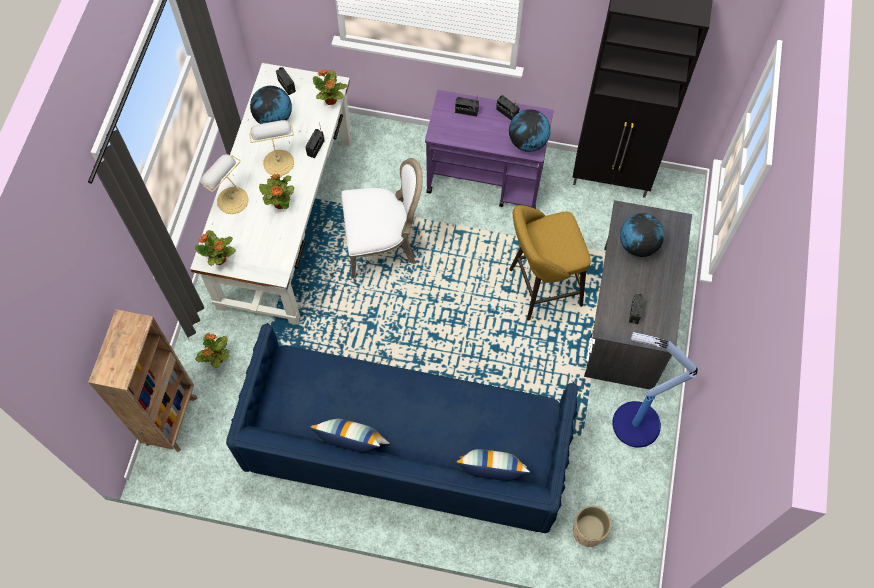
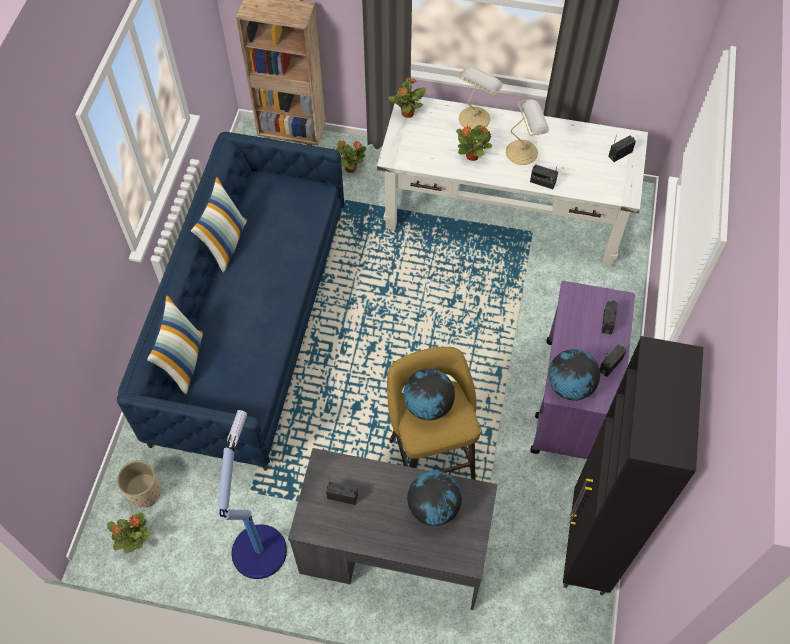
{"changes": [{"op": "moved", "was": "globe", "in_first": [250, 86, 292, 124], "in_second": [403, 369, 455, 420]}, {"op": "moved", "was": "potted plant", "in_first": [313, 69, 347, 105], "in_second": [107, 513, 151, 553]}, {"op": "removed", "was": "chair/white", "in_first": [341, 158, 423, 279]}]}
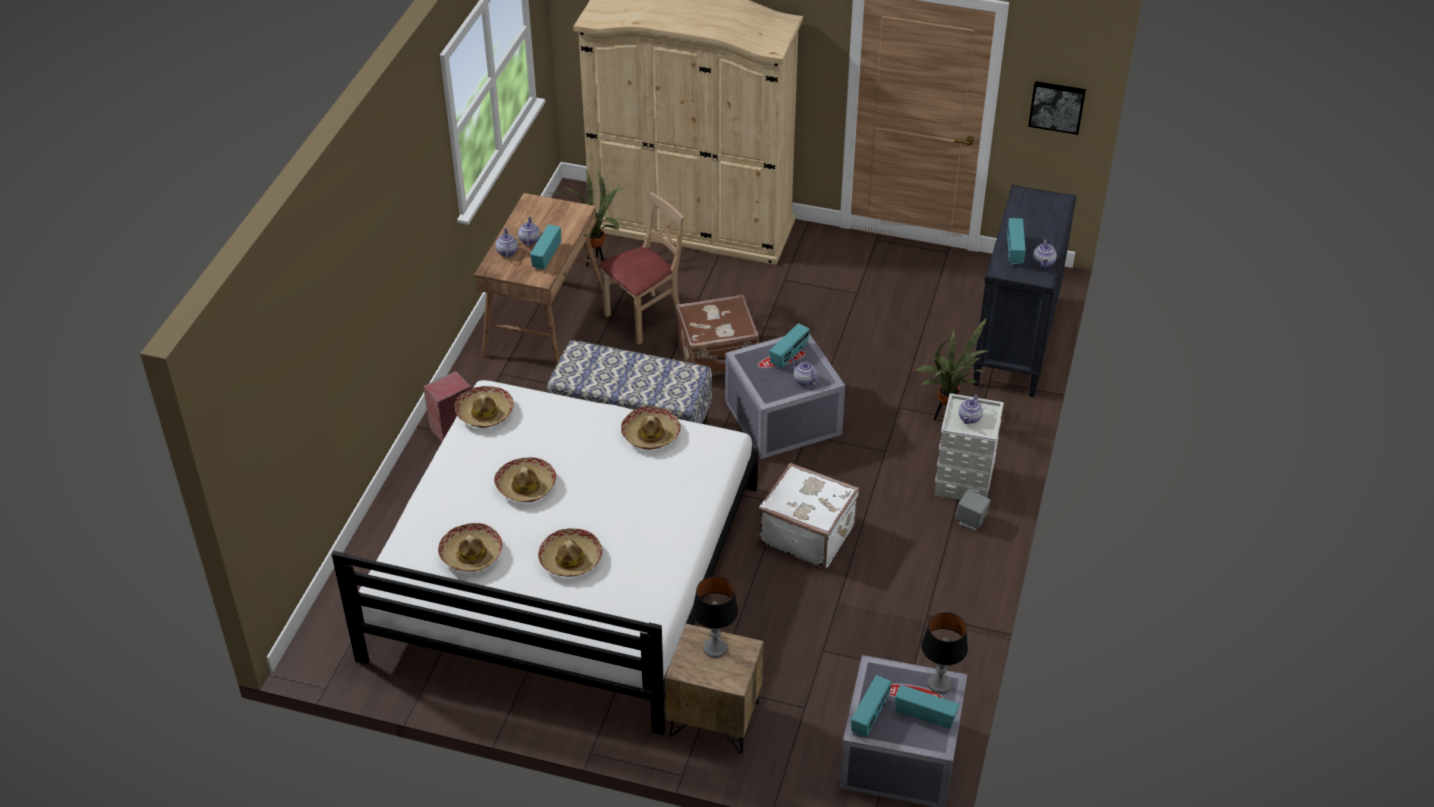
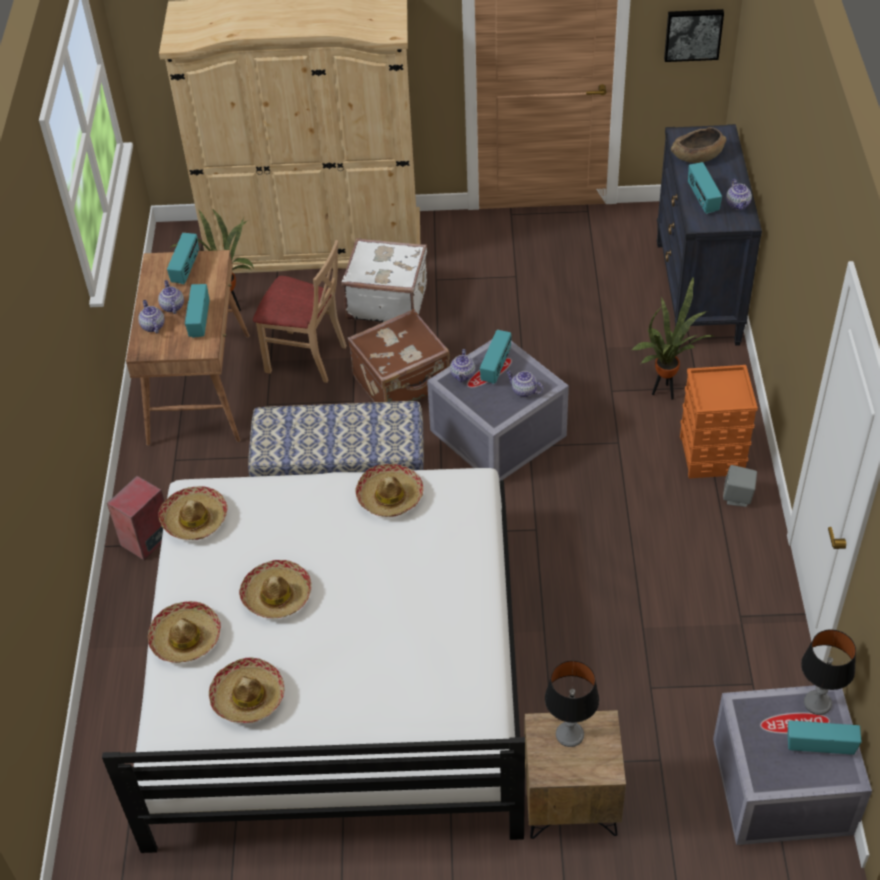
{"changes": [{"op": "moved", "was": "hat", "in_first": [538, 528, 603, 577], "in_second": [148, 601, 221, 663]}, {"op": "turned", "was": "chair/beige", "in_first": [599, 192, 684, 345], "in_second": [253, 240, 347, 383], "clockwise": 75}, {"op": "moved", "was": "suitcase/white", "in_first": [758, 463, 859, 569], "in_second": [341, 238, 427, 322]}, {"op": "moved", "was": "radio", "in_first": [851, 675, 891, 737], "in_second": [167, 233, 199, 284]}, {"op": "recoloured", "was": "storage box/grey", "now": "storage box/orange", "in_first": [934, 393, 1004, 500], "in_second": [680, 365, 758, 478]}, {"op": "moved", "was": "teapot", "in_first": [959, 394, 983, 424], "in_second": [450, 349, 476, 382]}, {"op": "added", "now": "bowl/brown", "in_second": [671, 127, 727, 163]}]}
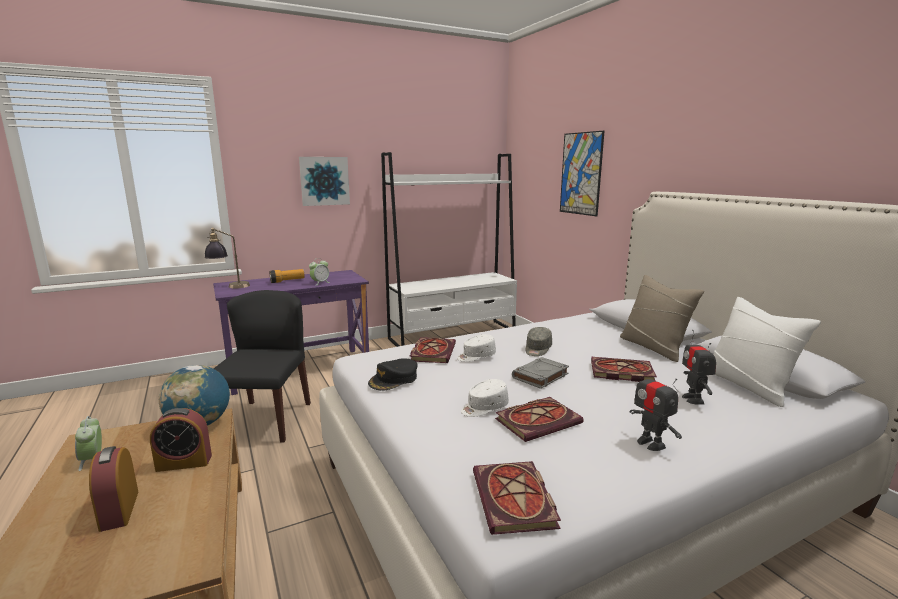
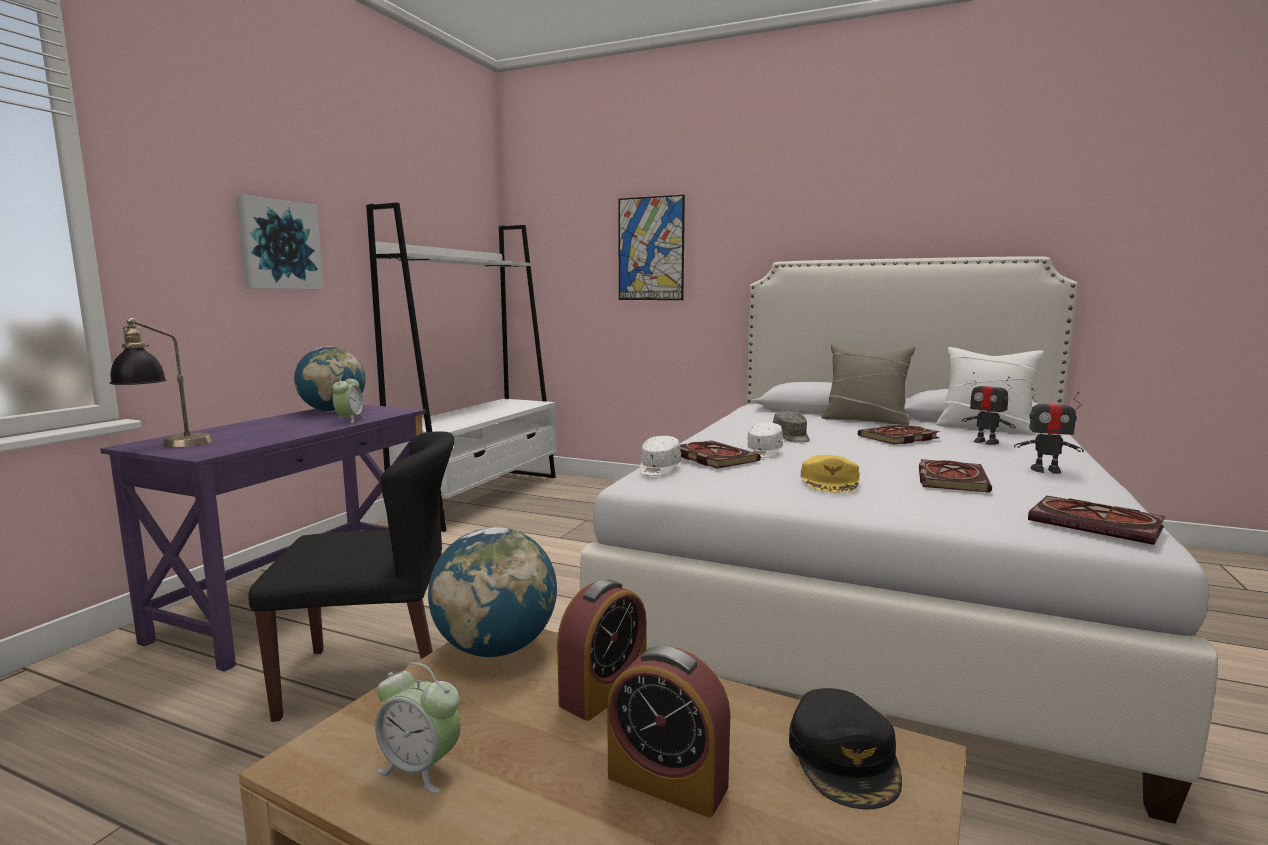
{"changes": [{"op": "turned", "was": "chair/black", "in_first": [214, 290, 311, 443], "in_second": [248, 431, 454, 722], "clockwise": 120}, {"op": "removed", "was": "flashlight", "in_first": [270, 269, 305, 283]}, {"op": "moved", "was": "cap/black", "in_first": [368, 358, 418, 391], "in_second": [789, 688, 902, 810]}, {"op": "moved", "was": "cap/white", "in_first": [461, 379, 509, 417], "in_second": [640, 436, 681, 476]}, {"op": "removed", "was": "book/grey", "in_first": [512, 357, 569, 389]}, {"op": "added", "now": "globe", "in_second": [294, 346, 366, 412]}, {"op": "added", "now": "cap/yellow", "in_second": [801, 455, 860, 493]}]}
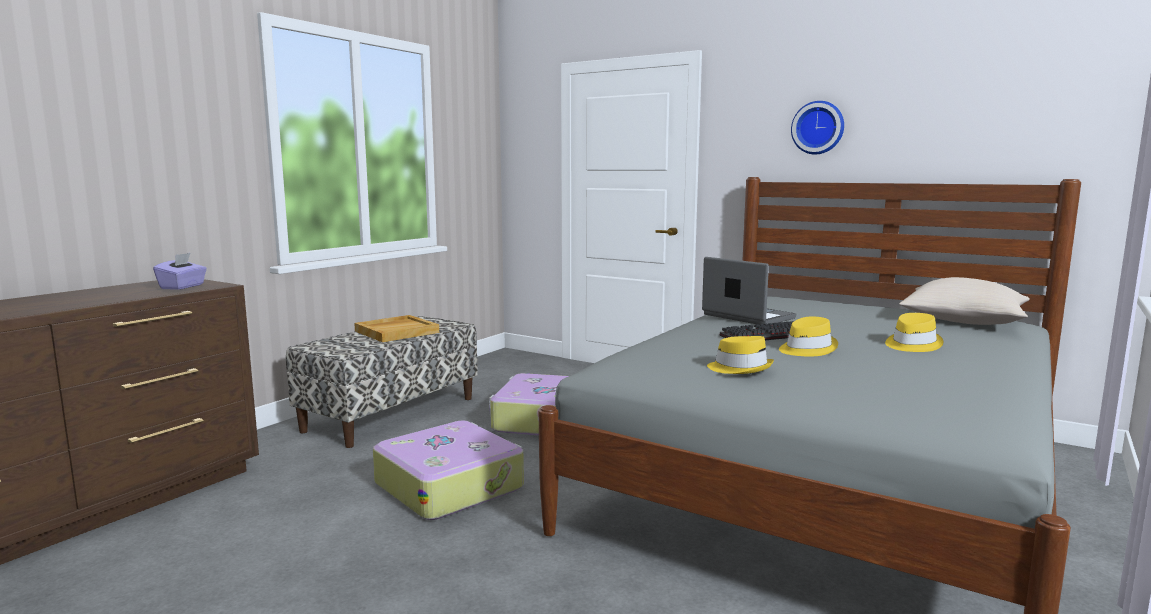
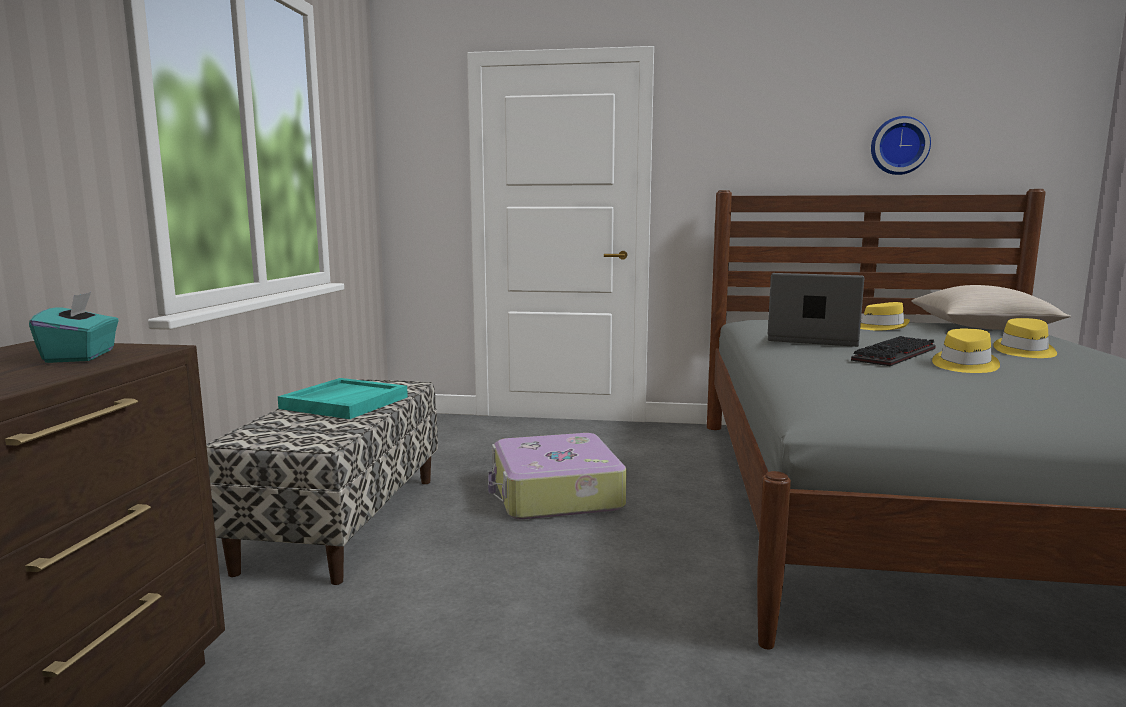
{"changes": [{"op": "recoloured", "was": "tissue box/purple", "now": "tissue box/turquoise", "in_first": [153, 253, 207, 290], "in_second": [29, 292, 119, 363]}, {"op": "recoloured", "was": "tray/beige", "now": "tray/turquoise", "in_first": [354, 315, 439, 342], "in_second": [278, 378, 408, 419]}, {"op": "removed", "was": "suitcase", "in_first": [373, 421, 524, 520]}, {"op": "moved", "was": "hat/yellow", "in_first": [707, 336, 774, 374], "in_second": [860, 302, 910, 330]}, {"op": "moved", "was": "wall clock", "in_first": [791, 101, 844, 154], "in_second": [871, 116, 931, 175]}]}
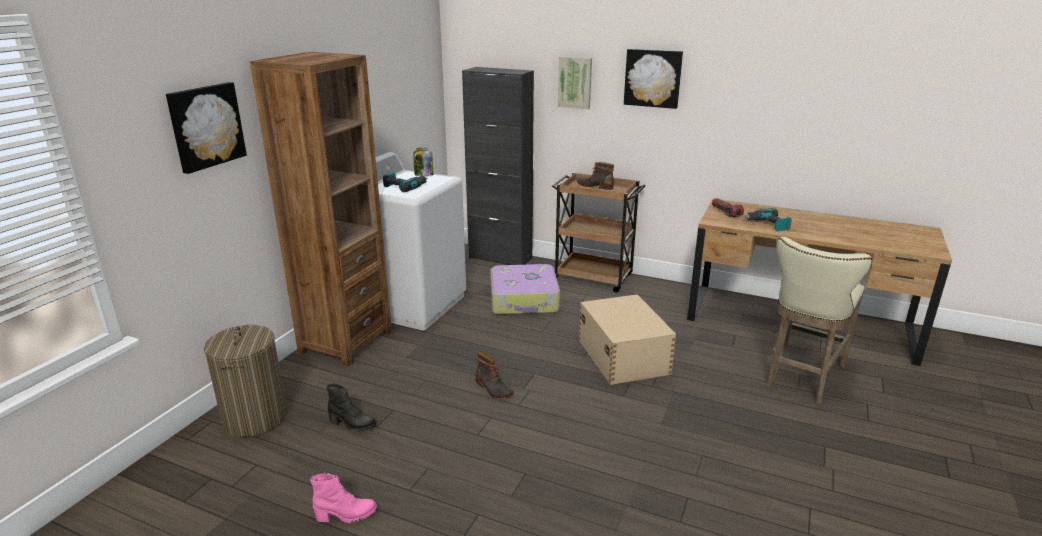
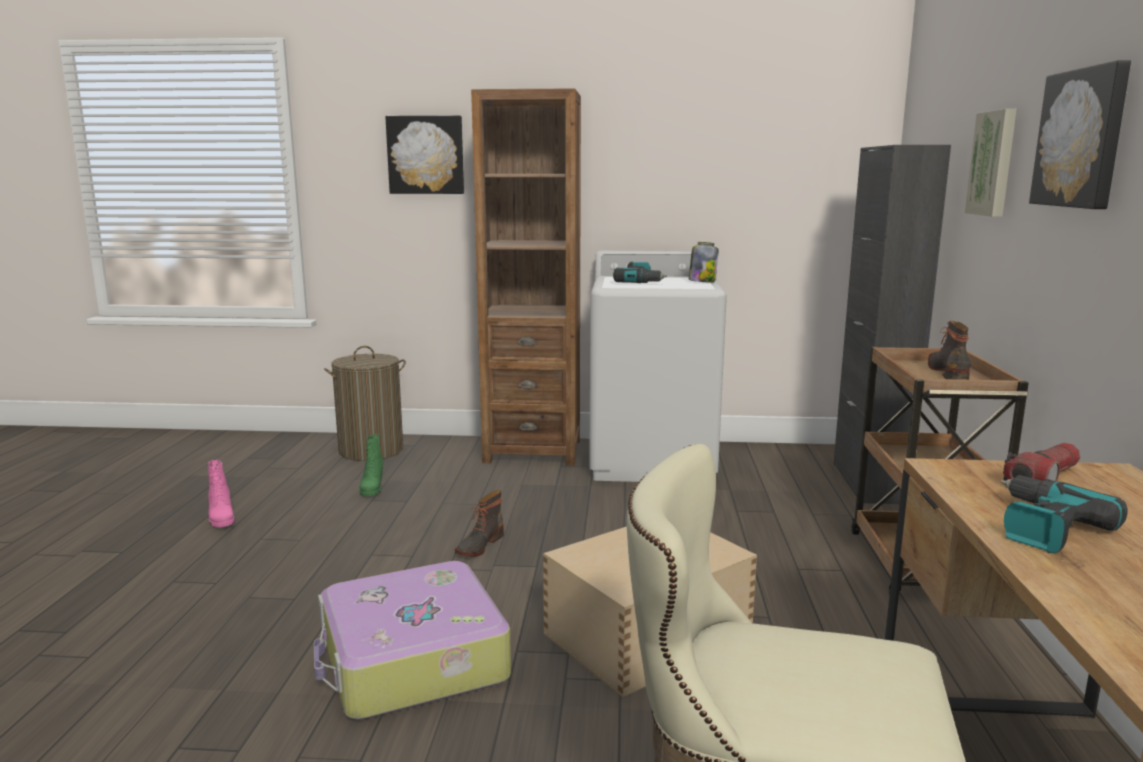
{"changes": [{"op": "recoloured", "was": "boot/black", "now": "boot/green", "in_first": [326, 384, 376, 432], "in_second": [359, 435, 383, 496]}, {"op": "moved", "was": "suitcase", "in_first": [490, 264, 560, 315], "in_second": [314, 561, 511, 719]}]}
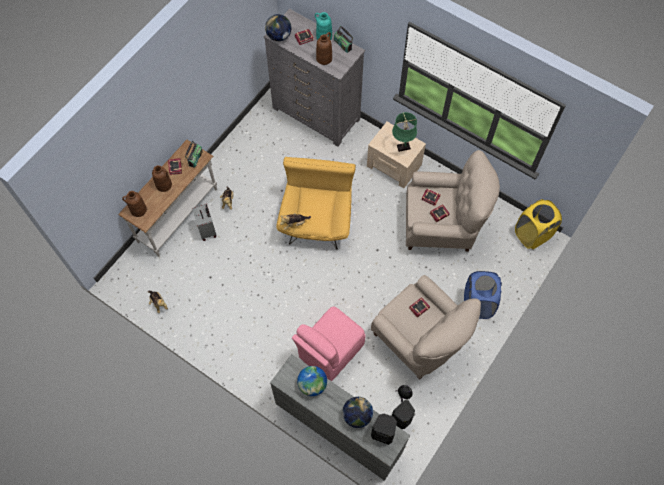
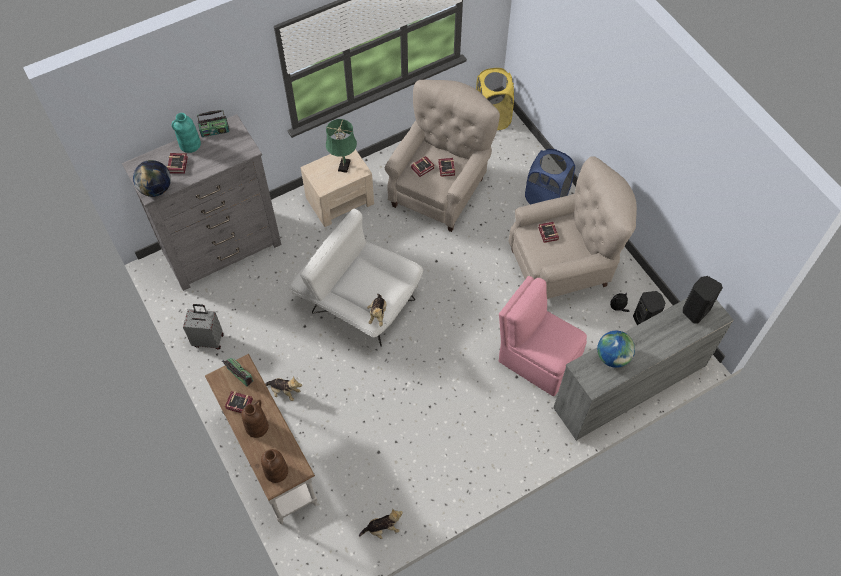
{"changes": [{"op": "moved", "was": "suitcase/grey", "in_first": [192, 204, 216, 241], "in_second": [183, 304, 224, 350]}, {"op": "recoloured", "was": "armchair/yellow", "now": "armchair/white", "in_first": [276, 157, 356, 249], "in_second": [290, 209, 423, 347]}, {"op": "turned", "was": "chair/pink", "in_first": [292, 307, 366, 381], "in_second": [499, 276, 587, 396], "clockwise": 150}, {"op": "removed", "was": "vase/brown", "in_first": [316, 32, 332, 65]}, {"op": "removed", "was": "globe", "in_first": [343, 397, 373, 428]}]}
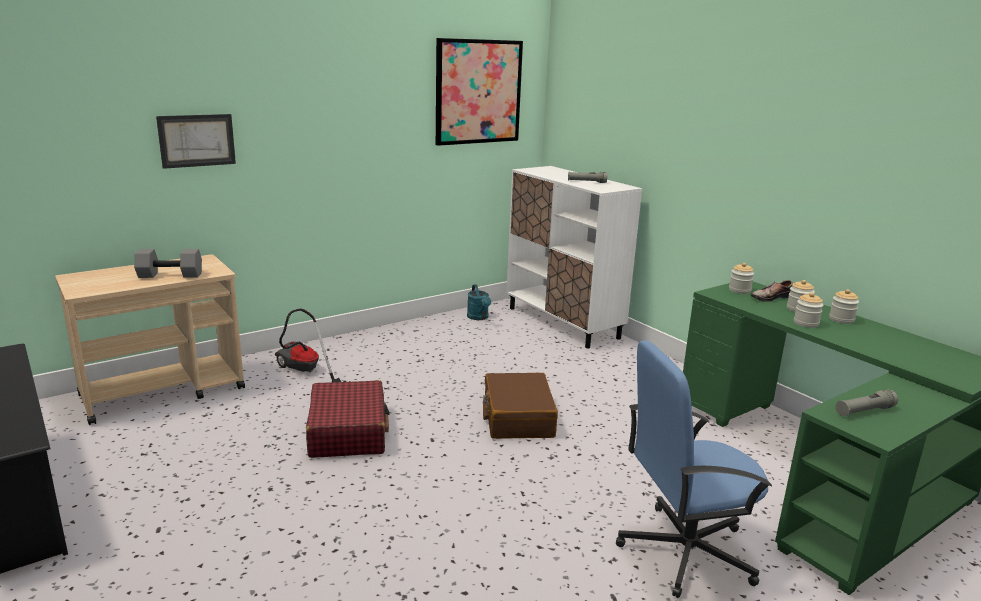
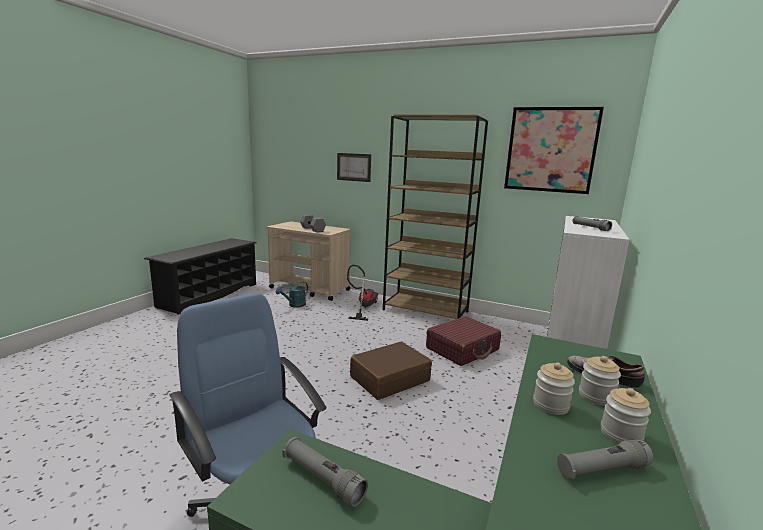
{"changes": [{"op": "moved", "was": "suitcase/red", "in_first": [306, 380, 390, 458], "in_second": [426, 316, 501, 366]}, {"op": "moved", "was": "watering can/turquoise", "in_first": [467, 284, 491, 320], "in_second": [276, 282, 308, 308]}, {"op": "removed", "was": "jar", "in_first": [729, 263, 754, 294]}, {"op": "added", "now": "bookcase/brown", "in_second": [383, 114, 488, 319]}, {"op": "added", "now": "flashlight/grey", "in_second": [557, 439, 653, 479]}]}
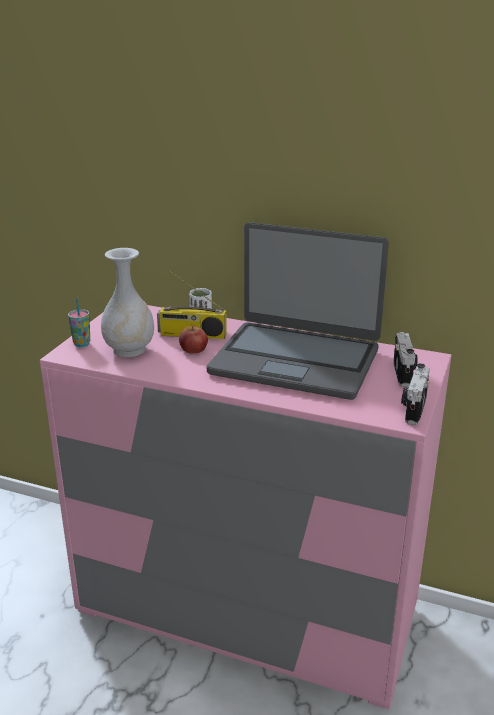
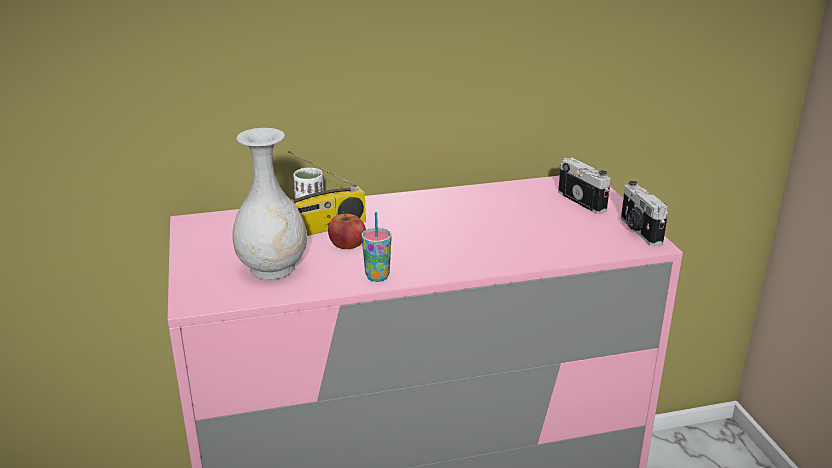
{"changes": [{"op": "moved", "was": "cup", "in_first": [68, 298, 90, 347], "in_second": [362, 212, 392, 282]}, {"op": "removed", "was": "laptop", "in_first": [207, 222, 389, 400]}]}
